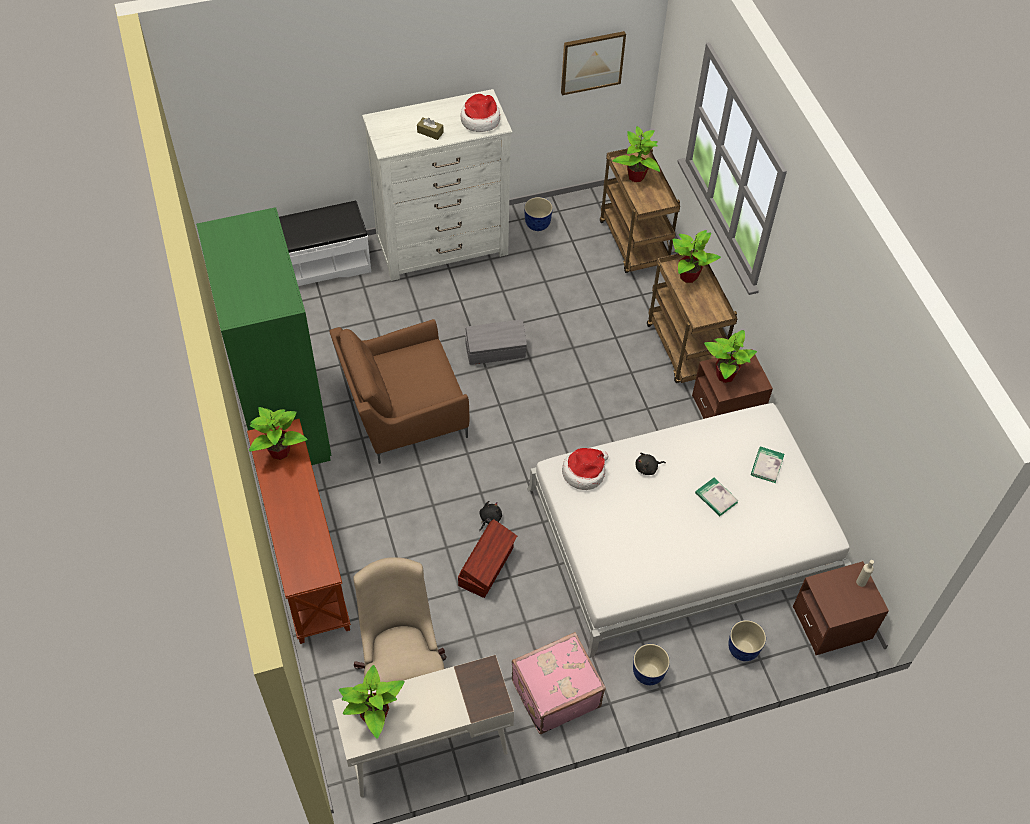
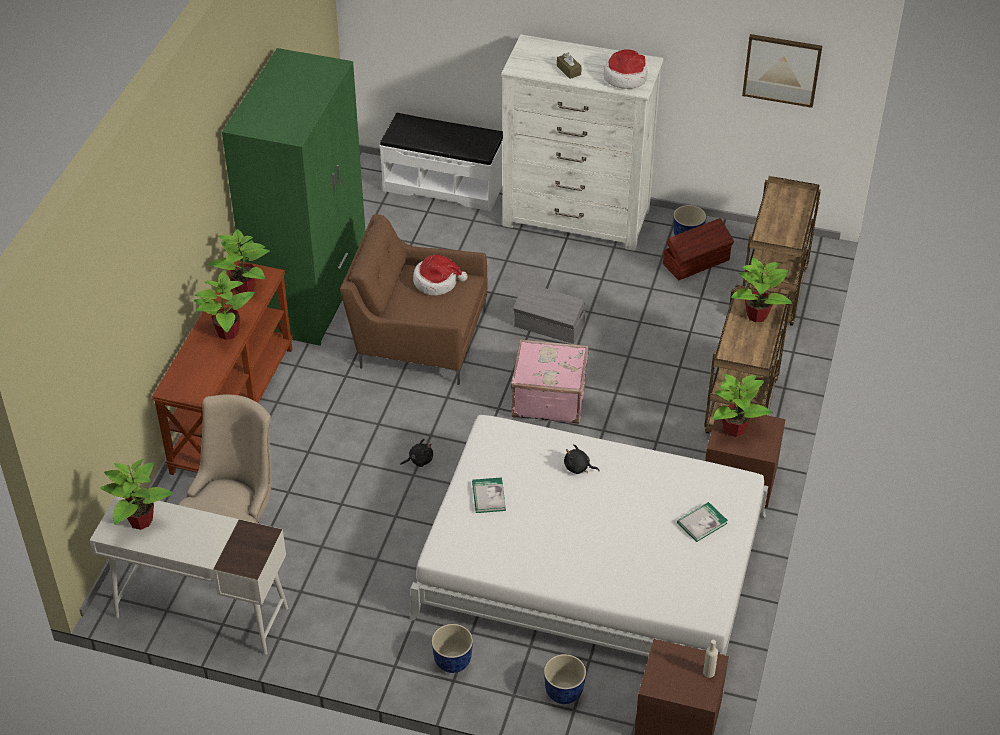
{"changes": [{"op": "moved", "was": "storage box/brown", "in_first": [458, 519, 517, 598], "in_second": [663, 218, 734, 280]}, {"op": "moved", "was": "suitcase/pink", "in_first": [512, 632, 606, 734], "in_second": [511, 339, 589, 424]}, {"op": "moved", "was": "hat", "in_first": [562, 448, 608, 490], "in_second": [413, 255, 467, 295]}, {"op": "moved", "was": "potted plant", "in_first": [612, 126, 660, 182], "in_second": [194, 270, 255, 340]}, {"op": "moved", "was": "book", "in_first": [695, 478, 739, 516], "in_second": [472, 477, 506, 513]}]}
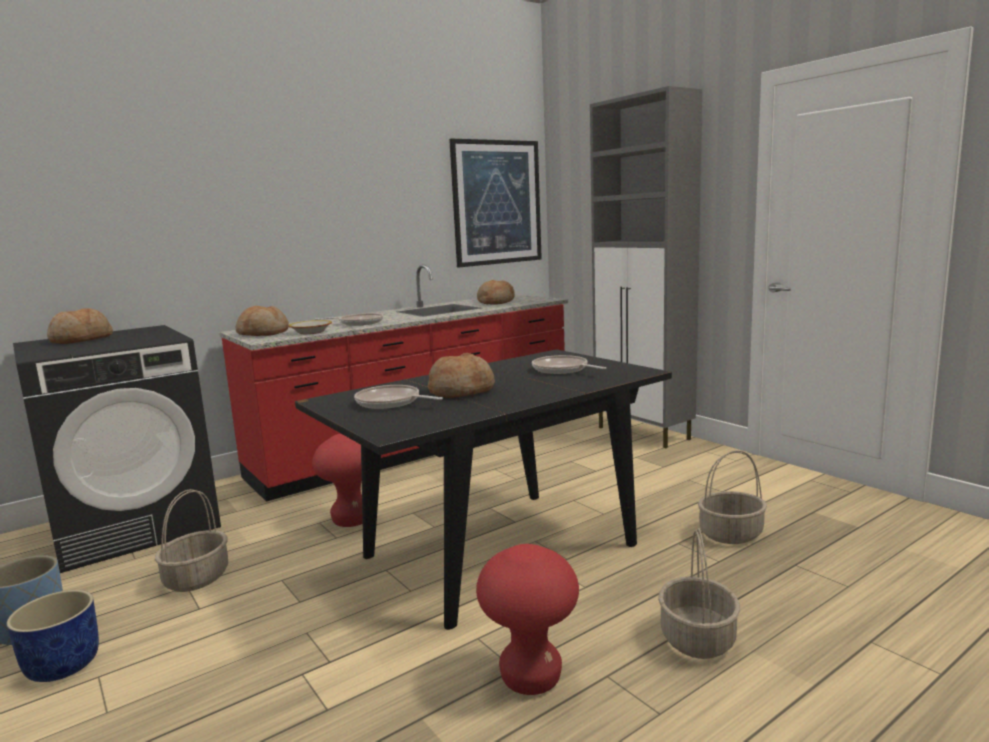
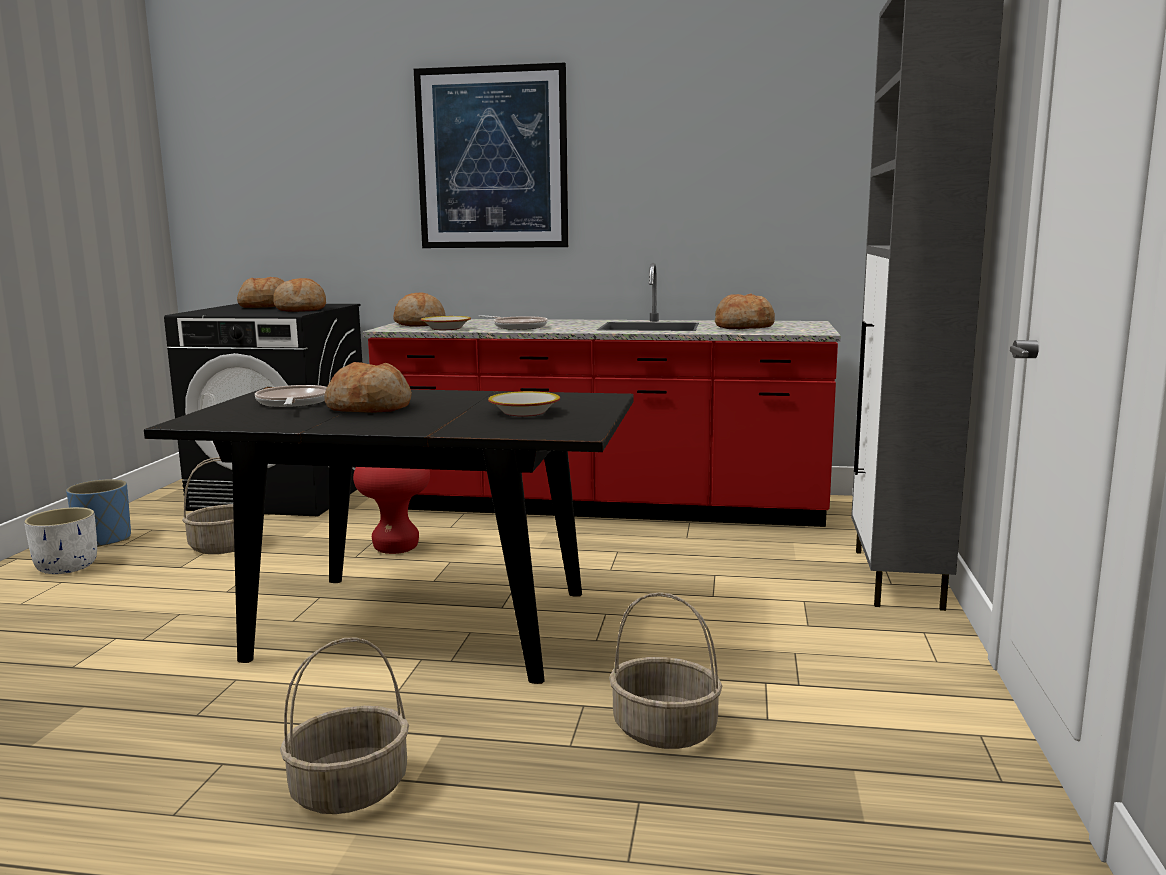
{"changes": [{"op": "recoloured", "was": "planter/blue", "now": "planter/white", "in_first": [6, 590, 99, 682], "in_second": [24, 507, 97, 574]}, {"op": "moved", "was": "picture", "in_first": [449, 139, 542, 267], "in_second": [414, 62, 568, 248]}, {"op": "removed", "was": "stool/red", "in_first": [476, 544, 579, 695]}, {"op": "replaced", "was": "frying pan", "now": "bowl", "in_first": [532, 355, 606, 374], "in_second": [488, 391, 560, 417]}, {"op": "added", "now": "bread", "in_second": [273, 278, 326, 312]}]}
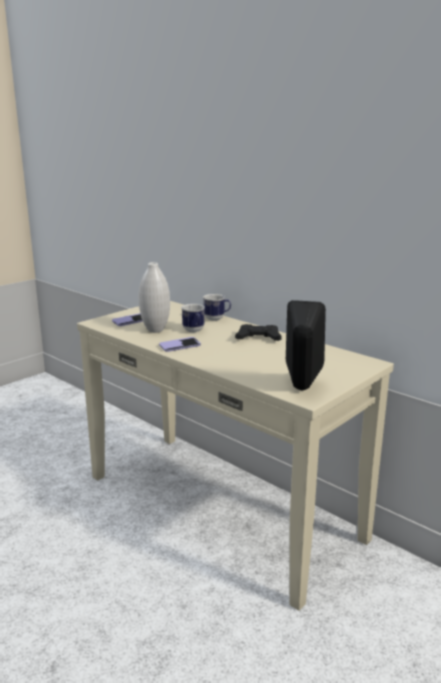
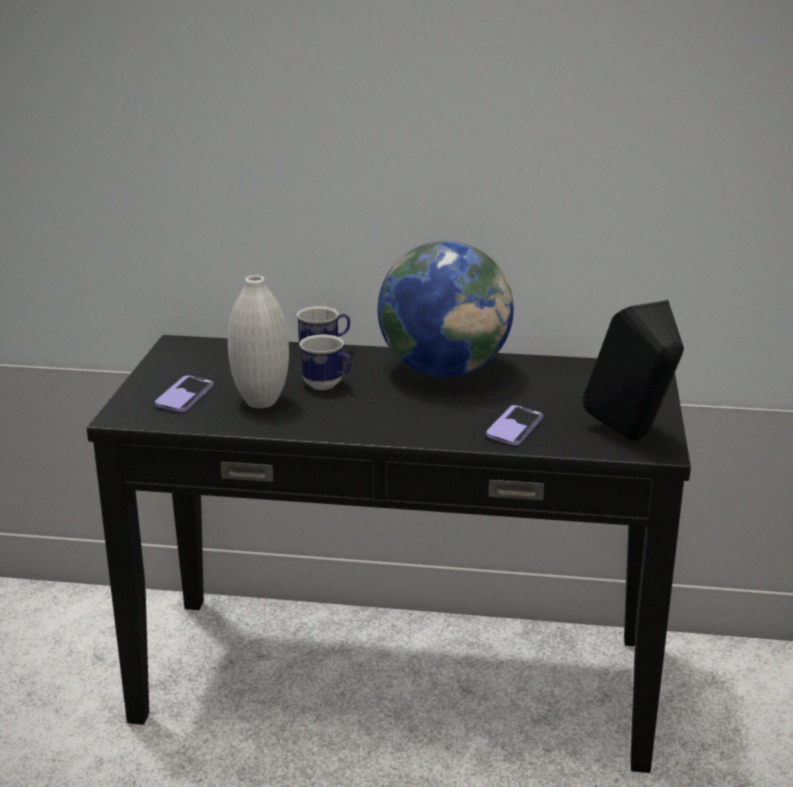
{"changes": [{"op": "recoloured", "was": "console table/beige", "now": "console table/black", "in_first": [77, 301, 394, 611], "in_second": [87, 335, 691, 773]}, {"op": "moved", "was": "phone", "in_first": [159, 337, 201, 352], "in_second": [486, 405, 543, 446]}, {"op": "replaced", "was": "game controller/black", "now": "globe", "in_first": [235, 324, 282, 341], "in_second": [378, 241, 514, 377]}]}
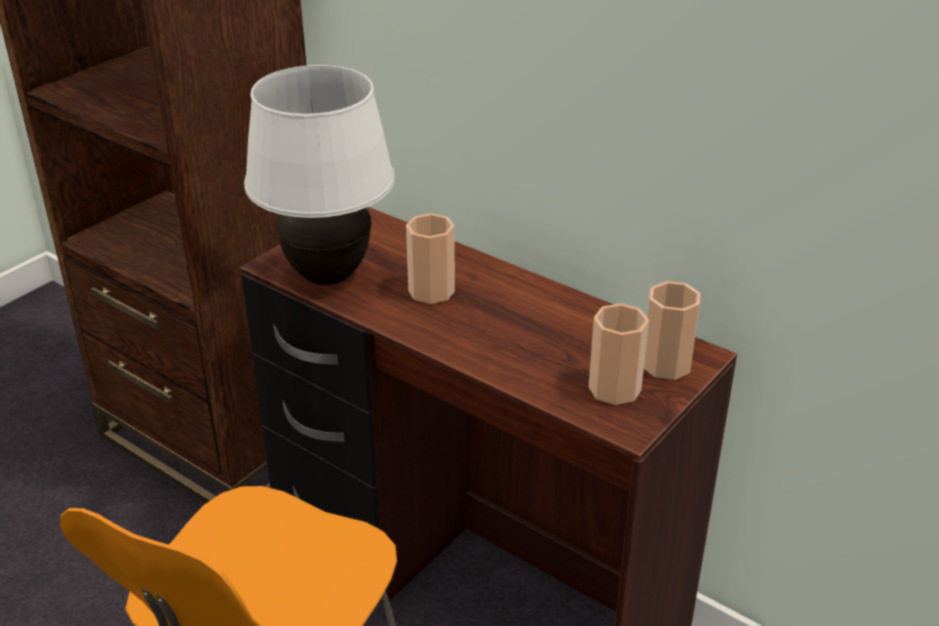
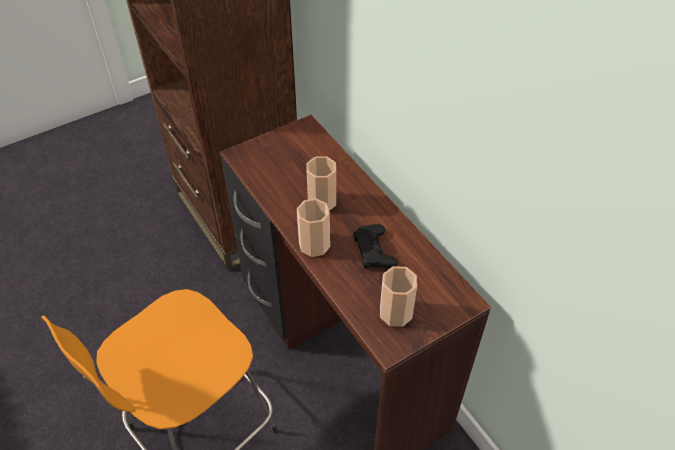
{"changes": [{"op": "removed", "was": "table lamp/white", "in_first": [244, 65, 395, 285]}, {"op": "moved", "was": "cup", "in_first": [644, 281, 700, 380], "in_second": [297, 199, 330, 257]}, {"op": "added", "now": "game controller/black", "in_second": [353, 224, 398, 268]}]}
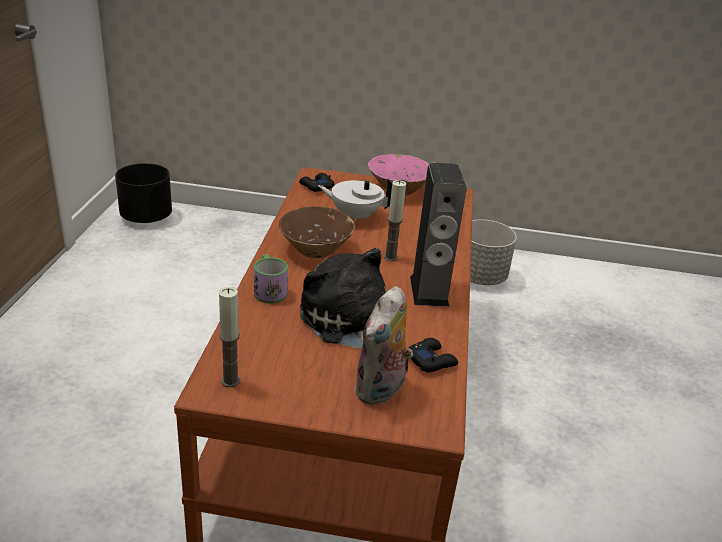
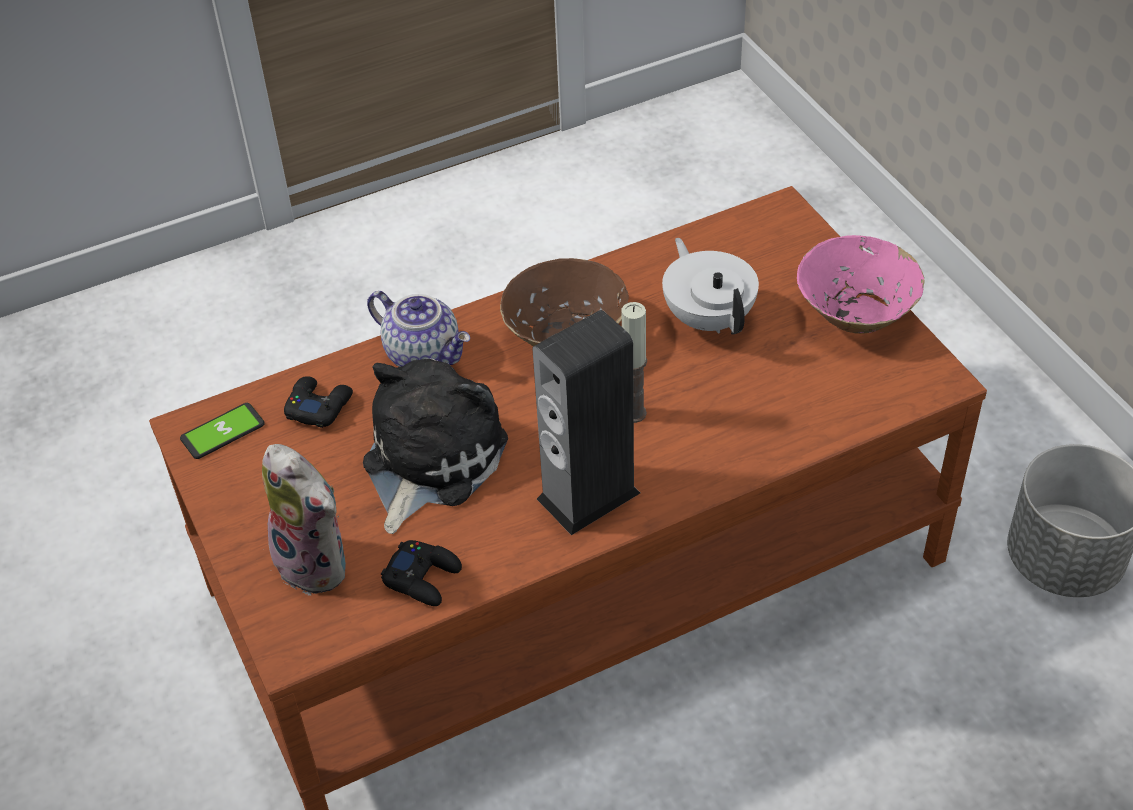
{"changes": [{"op": "removed", "was": "planter/black", "in_first": [115, 163, 172, 223]}, {"op": "replaced", "was": "candle", "now": "phone", "in_first": [219, 287, 240, 387], "in_second": [180, 403, 265, 459]}, {"op": "replaced", "was": "mug", "now": "teapot", "in_first": [254, 254, 288, 303], "in_second": [367, 291, 470, 367]}, {"op": "moved", "was": "game controller/black", "in_first": [299, 173, 334, 192], "in_second": [284, 376, 353, 428]}, {"op": "turned", "was": "plush toy", "in_first": [354, 286, 413, 405], "in_second": [262, 444, 346, 596], "clockwise": -135}]}
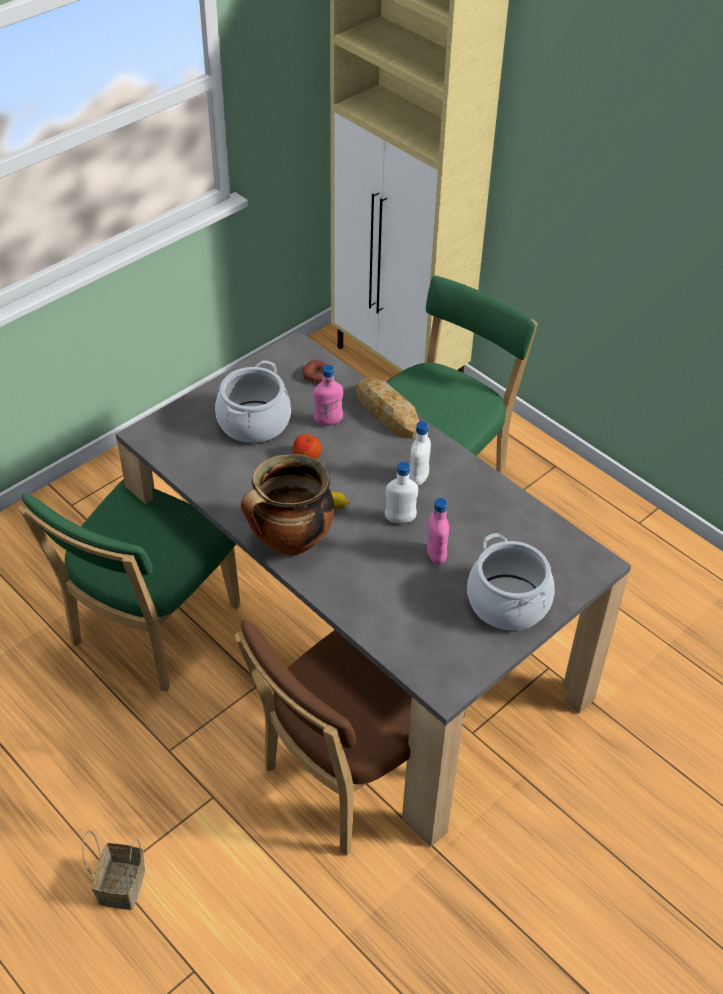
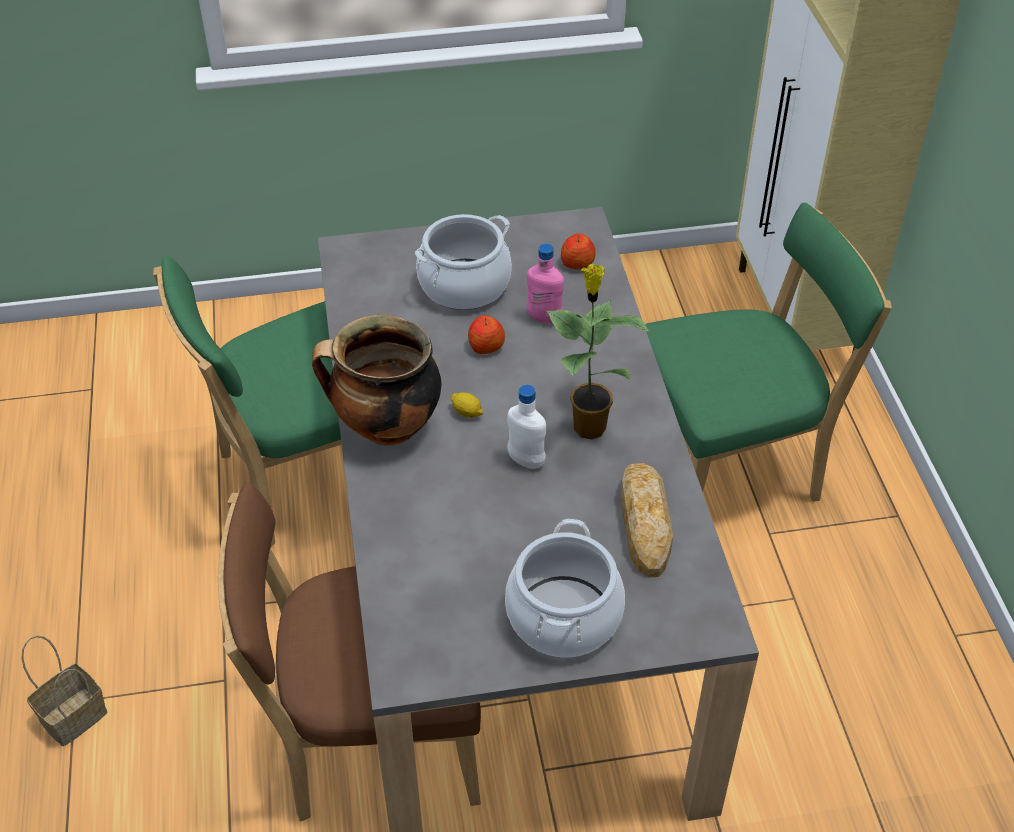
{"changes": [{"op": "replaced", "was": "donut", "now": "apple", "in_first": [302, 360, 328, 384], "in_second": [561, 233, 596, 270]}, {"op": "moved", "was": "bread", "in_first": [356, 378, 419, 439], "in_second": [621, 463, 673, 578]}, {"op": "replaced", "was": "bottle/white", "now": "potted plant", "in_first": [409, 421, 431, 486], "in_second": [547, 264, 650, 440]}, {"op": "removed", "was": "bottle/pink", "in_first": [427, 498, 449, 565]}]}
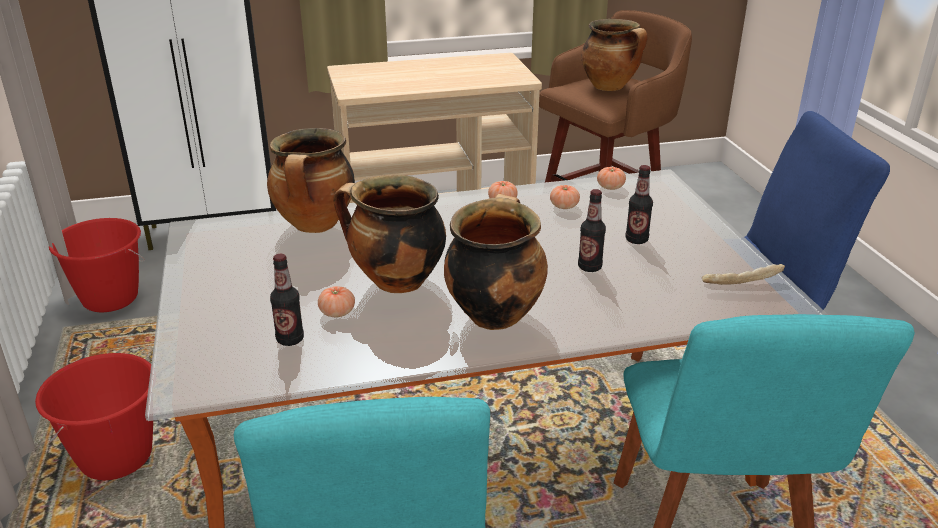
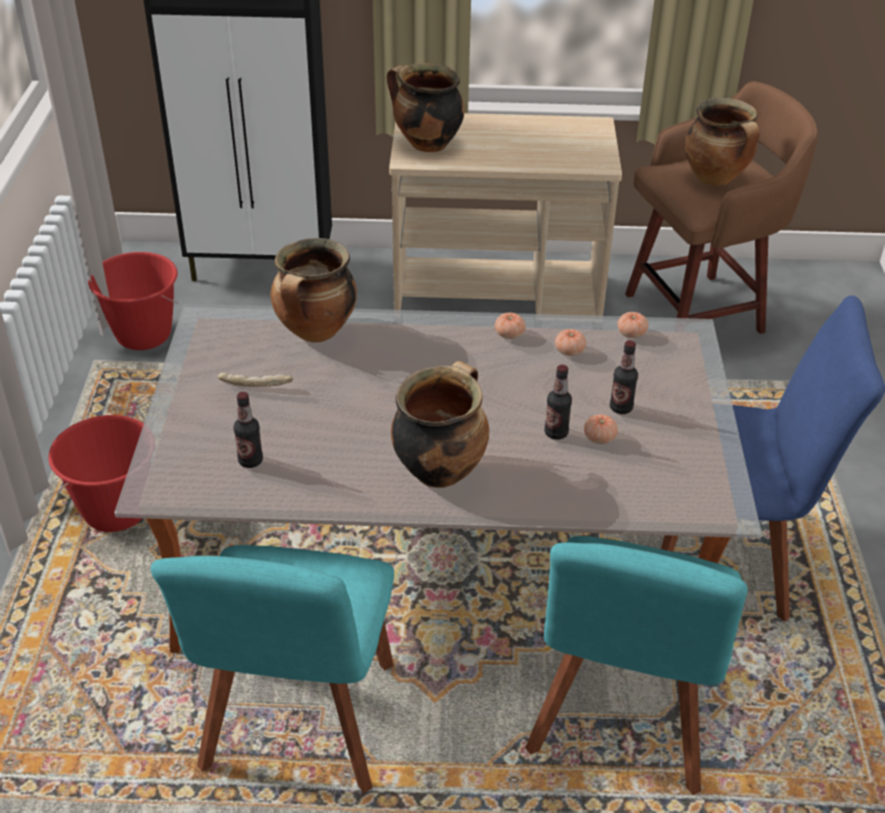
{"changes": [{"op": "moved", "was": "tomato", "in_first": [318, 286, 355, 317], "in_second": [584, 414, 618, 444]}, {"op": "moved", "was": "cooking pot", "in_first": [333, 175, 446, 293], "in_second": [387, 63, 465, 152]}, {"op": "moved", "was": "bread", "in_first": [702, 264, 785, 285], "in_second": [218, 373, 293, 387]}]}
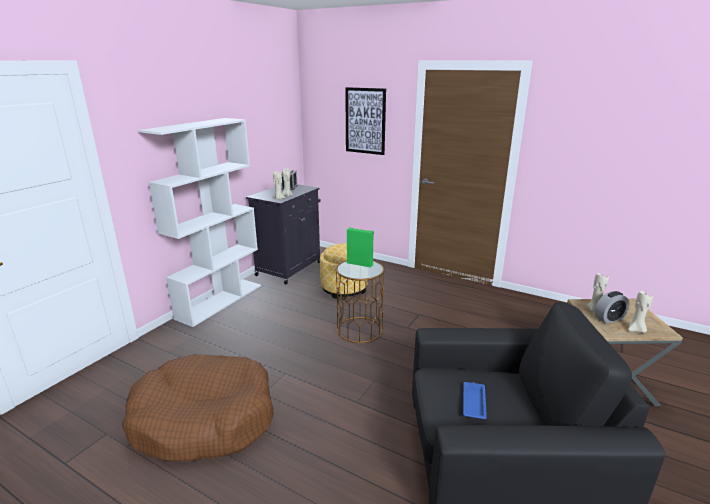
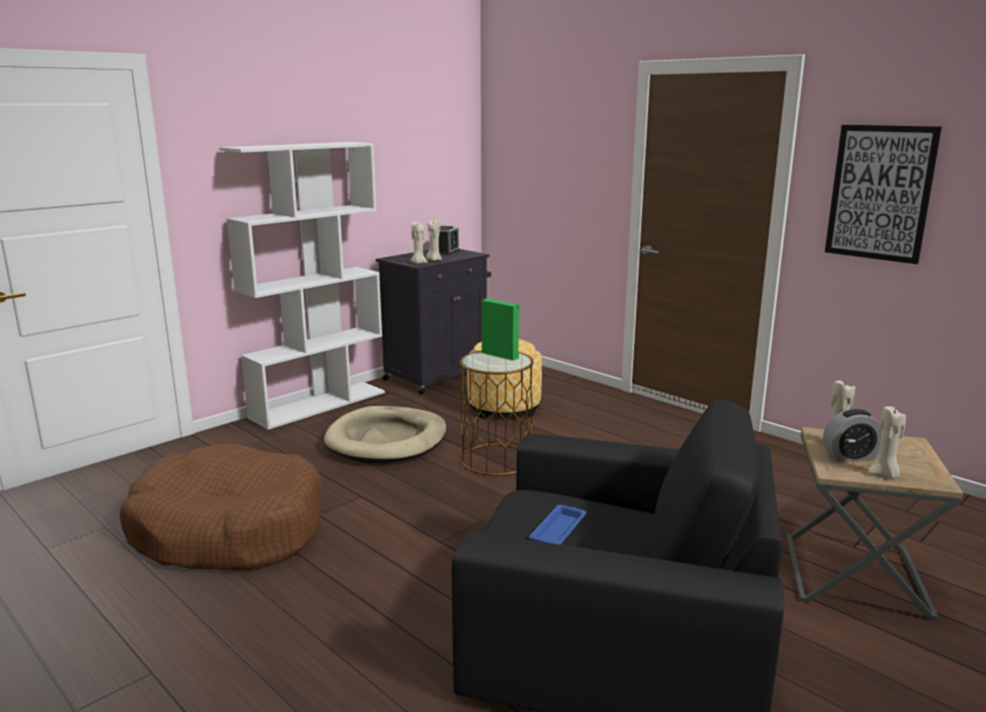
{"changes": [{"op": "moved", "was": "picture", "in_first": [345, 87, 386, 155], "in_second": [825, 125, 942, 264]}, {"op": "added", "now": "dog bed/beige", "in_second": [324, 406, 446, 463]}]}
